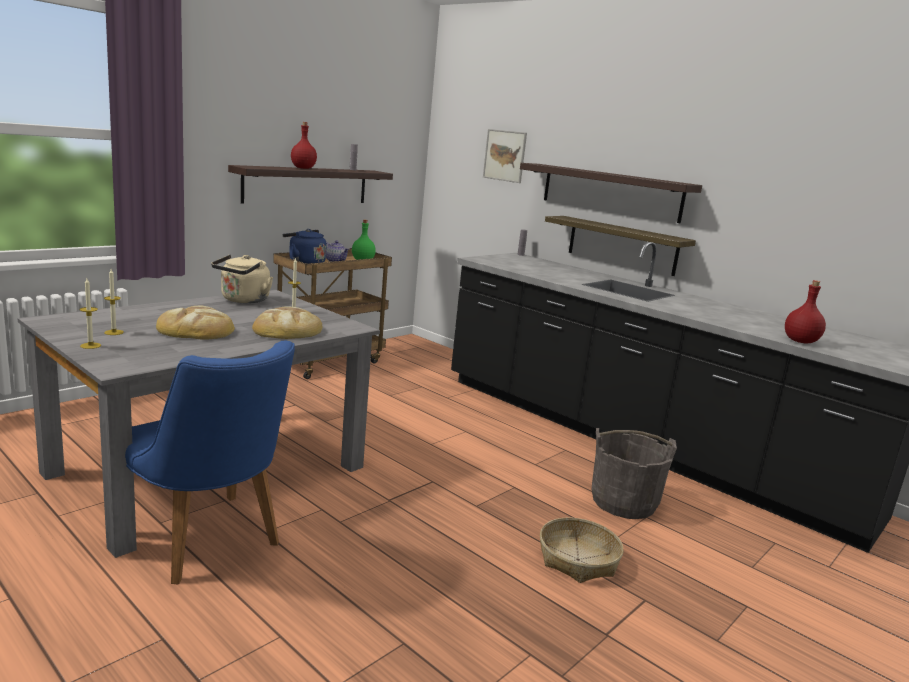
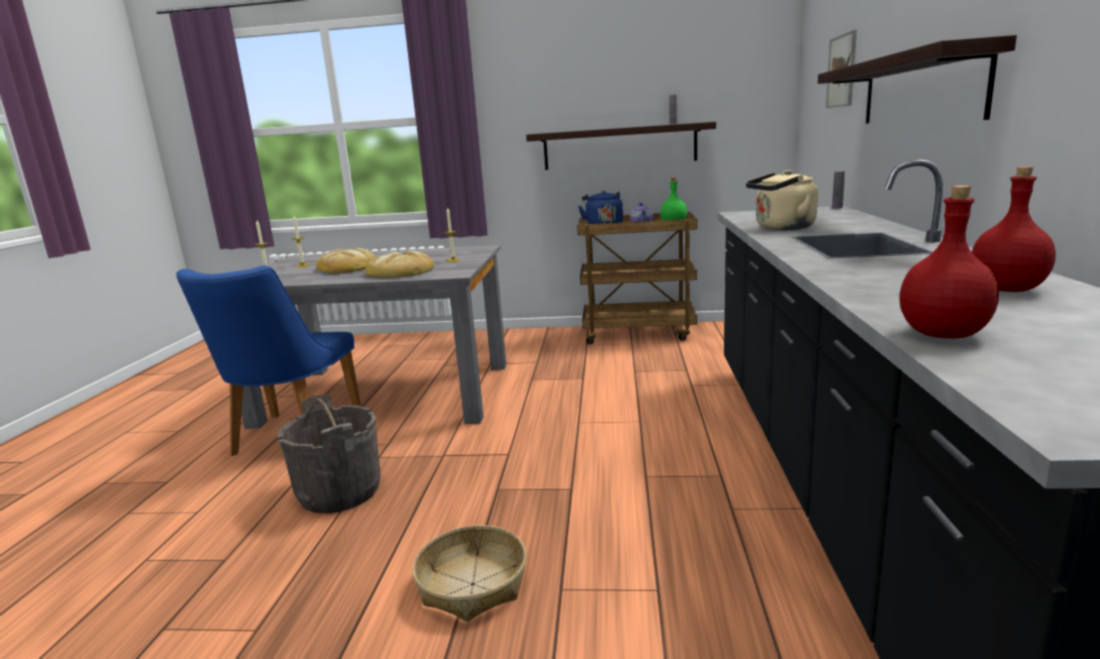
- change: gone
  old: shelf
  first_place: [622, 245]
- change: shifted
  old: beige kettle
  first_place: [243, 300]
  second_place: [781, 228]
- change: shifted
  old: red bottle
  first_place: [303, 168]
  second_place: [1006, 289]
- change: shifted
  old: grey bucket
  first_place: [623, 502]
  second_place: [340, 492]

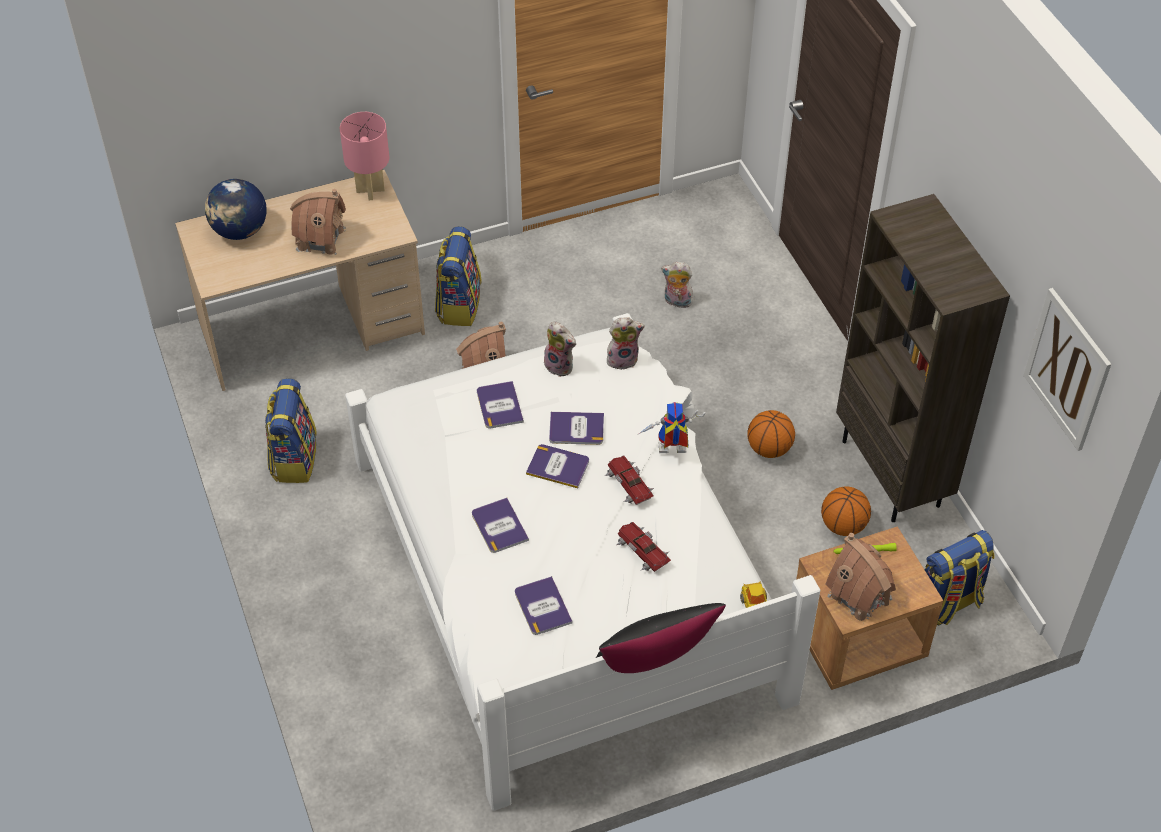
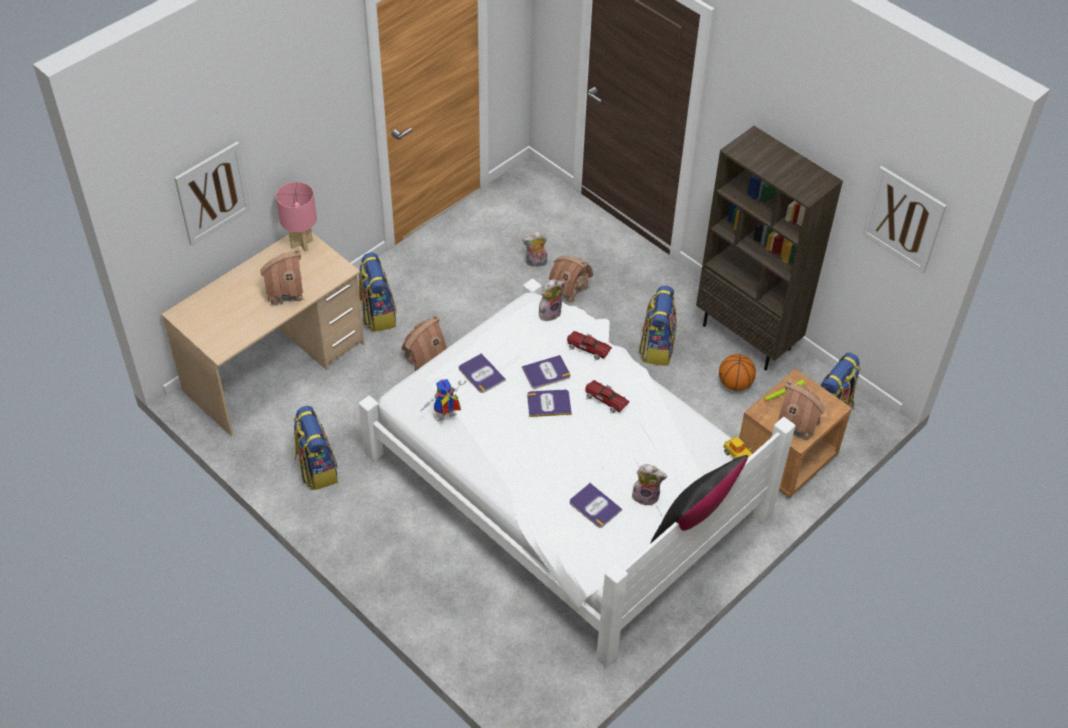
- change: gone
  old: globe
  first_place: [240, 231]
- change: gone
  old: book
  first_place: [499, 526]
- change: new
  new: picture
  second_place: [213, 193]
- change: new
  new: toy house
  second_place: [569, 289]
- change: shifted
  old: plush toy
  first_place: [560, 366]
  second_place: [646, 496]
- change: shifted
  old: toy car
  first_place: [642, 550]
  second_place: [587, 348]
- change: shifted
  old: toy robot
  first_place: [669, 452]
  second_place: [444, 418]
- change: swapped
  old: basketball
  new: backpack
  first_place: [769, 449]
  second_place: [656, 347]

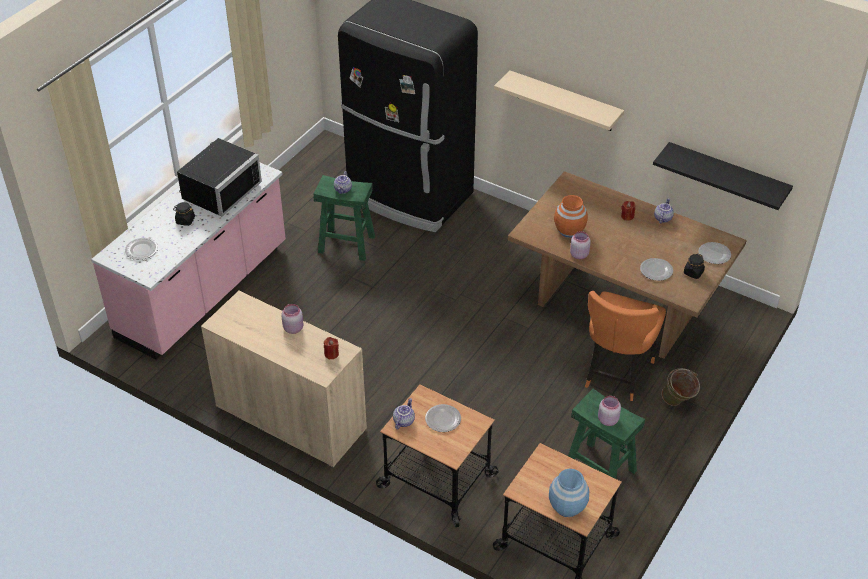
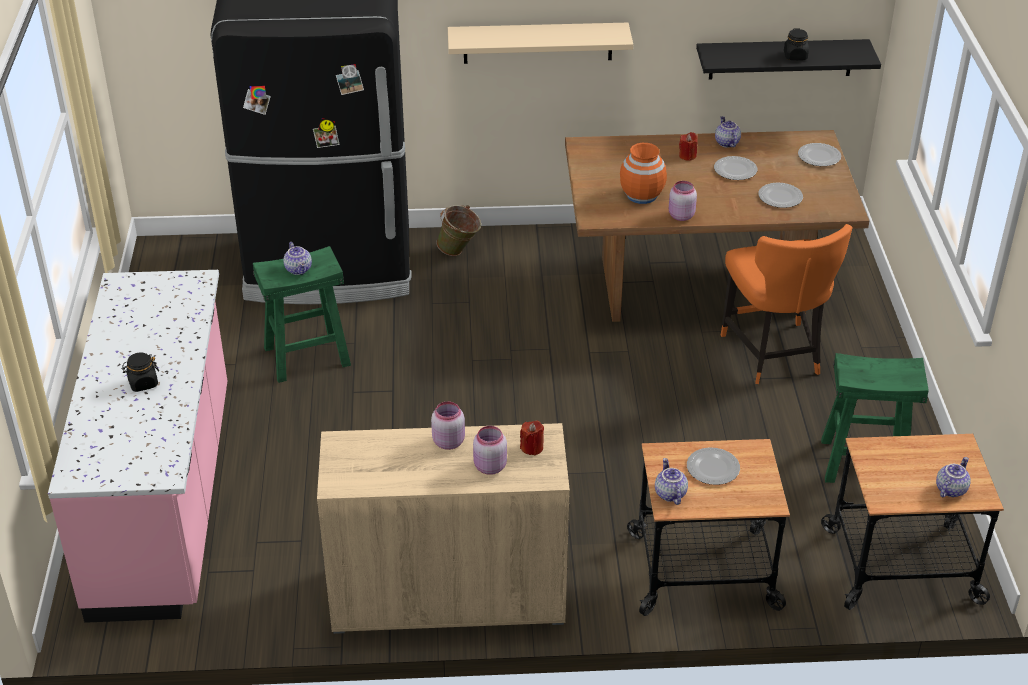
- change: gone
  old: black microwave
  first_place: [218, 189]
- change: shifted
  old: plate
  first_place: [141, 250]
  second_place: [734, 170]
- change: shifted
  old: pink jar
  first_place: [607, 420]
  second_place: [489, 467]
- change: shifted
  old: green bucket
  first_place: [677, 403]
  second_place: [459, 252]
- change: shifted
  old: black jar
  first_place: [693, 273]
  second_place: [795, 56]
- change: swapped
  old: blue vase
  new: teapot
  first_place: [567, 506]
  second_place: [950, 489]

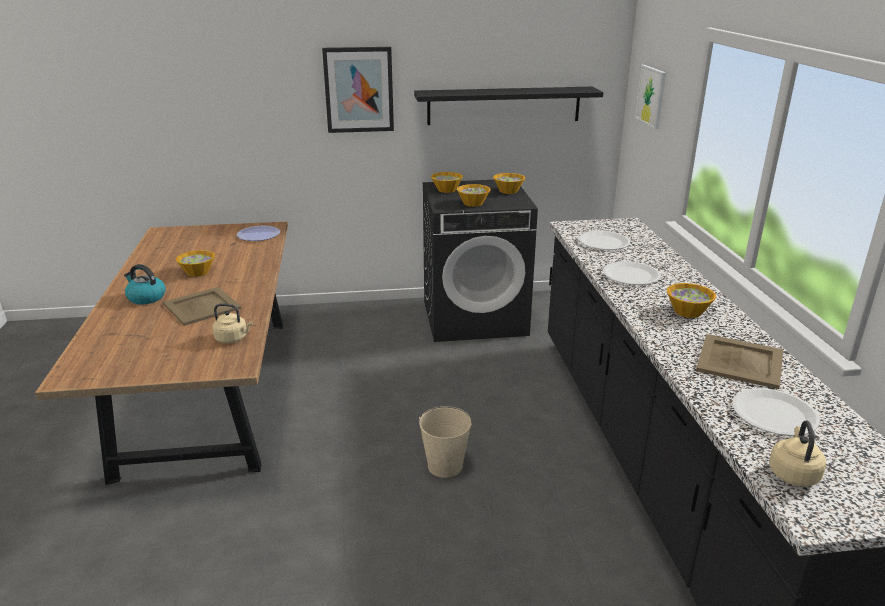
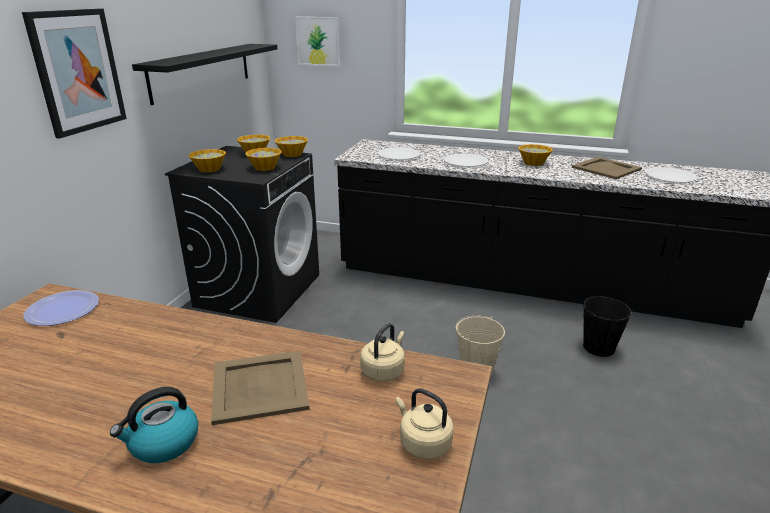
- change: new
  new: black bucket
  second_place: [599, 347]
- change: shifted
  old: bowl
  first_place: [197, 272]
  second_place: [292, 154]
- change: shifted
  old: beige kettle
  first_place: [793, 473]
  second_place: [423, 443]

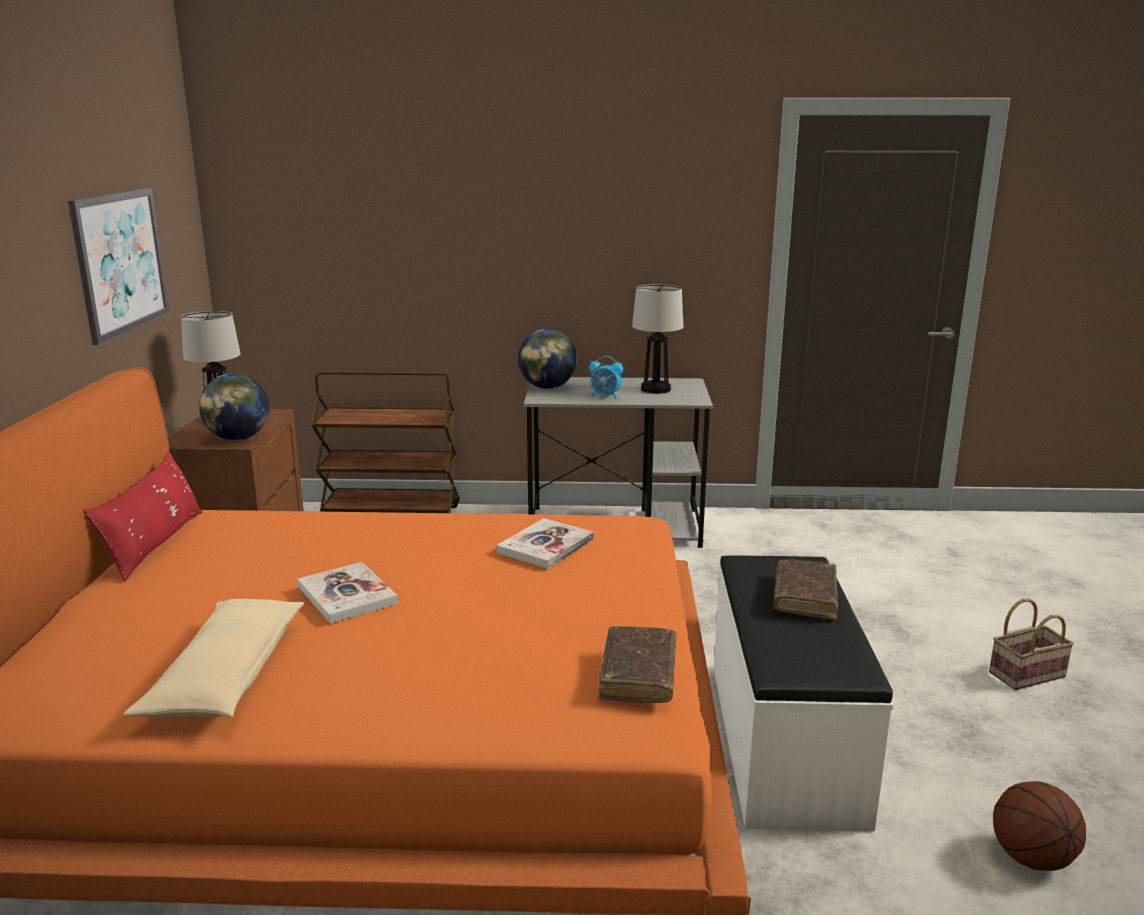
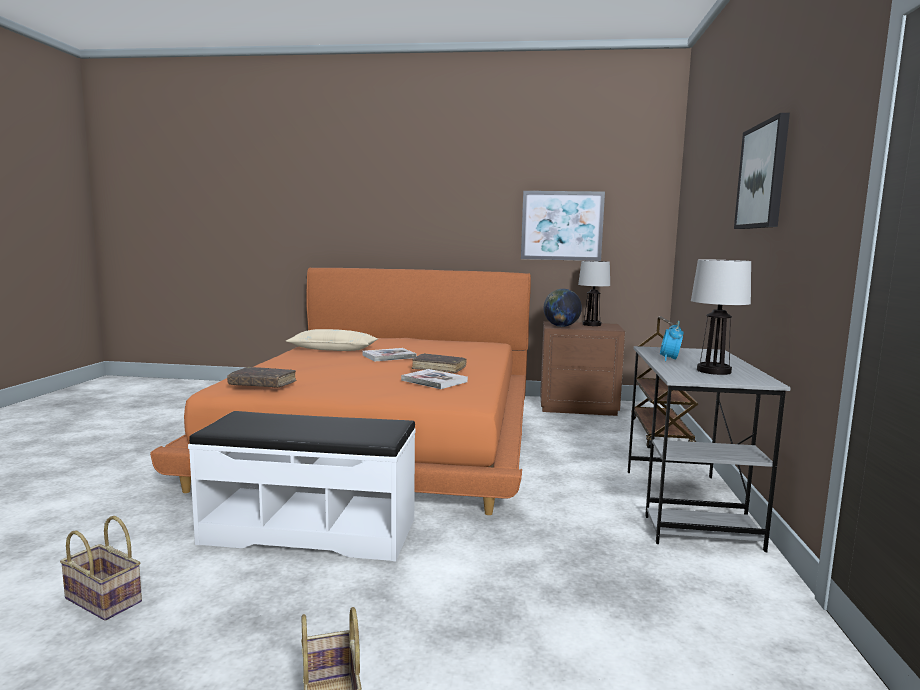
- change: gone
  old: red pillow
  first_place: [155, 544]
- change: gone
  old: globe
  first_place: [547, 388]
- change: new
  new: picture
  second_place: [763, 176]
- change: shifted
  old: brown book
  first_place: [804, 597]
  second_place: [439, 368]
- change: swapped
  old: basketball
  new: basket
  first_place: [1030, 857]
  second_place: [106, 600]

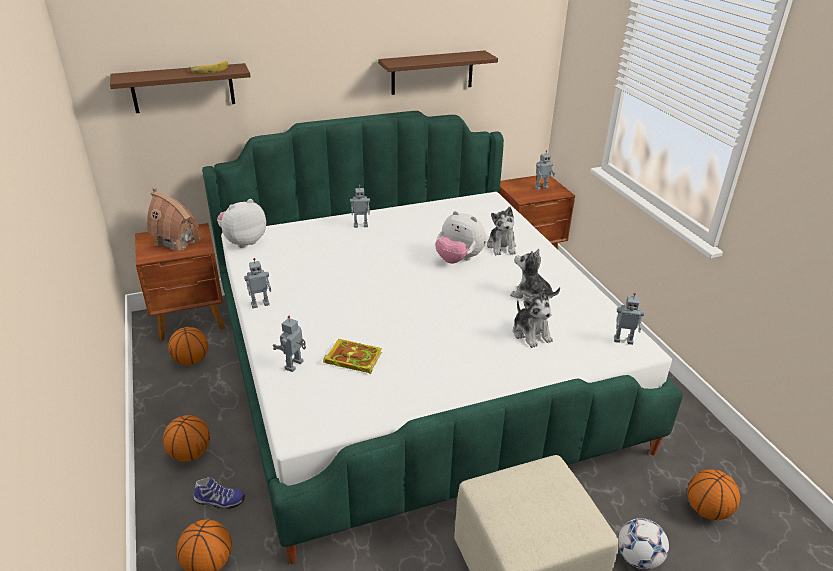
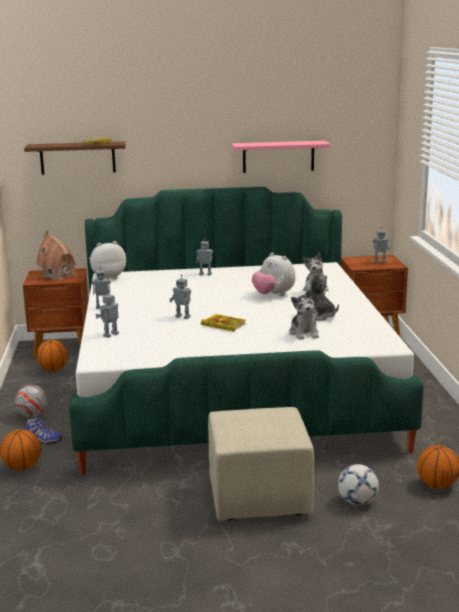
- change: shifted
  old: book
  first_place: [352, 358]
  second_place: [222, 325]
- change: shifted
  old: toy robot
  first_place: [623, 340]
  second_place: [183, 316]
- change: swapped
  old: basketball
  new: football
  first_place: [190, 453]
  second_place: [32, 416]
- change: repainted
  old: brown shelf
  new: pink shelf
  first_place: [432, 72]
  second_place: [278, 156]

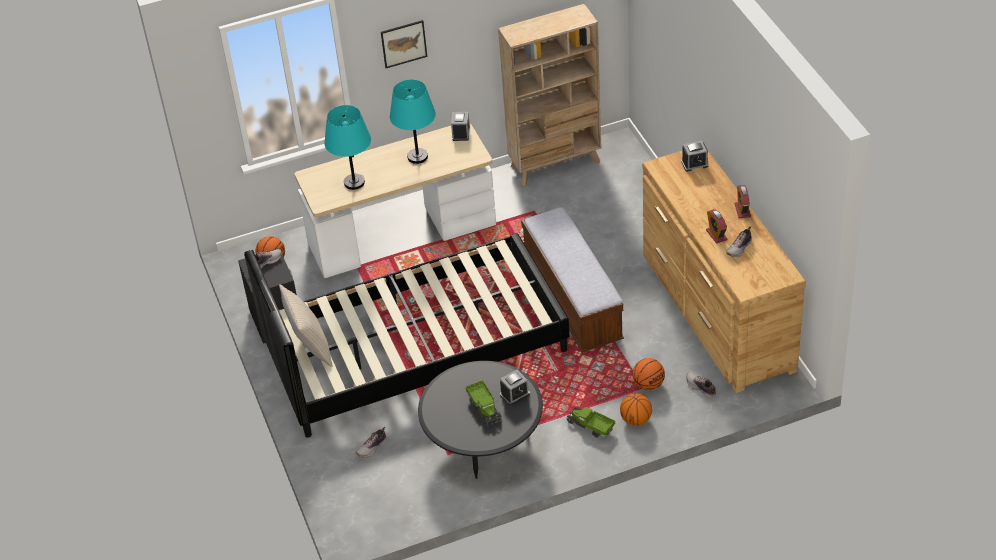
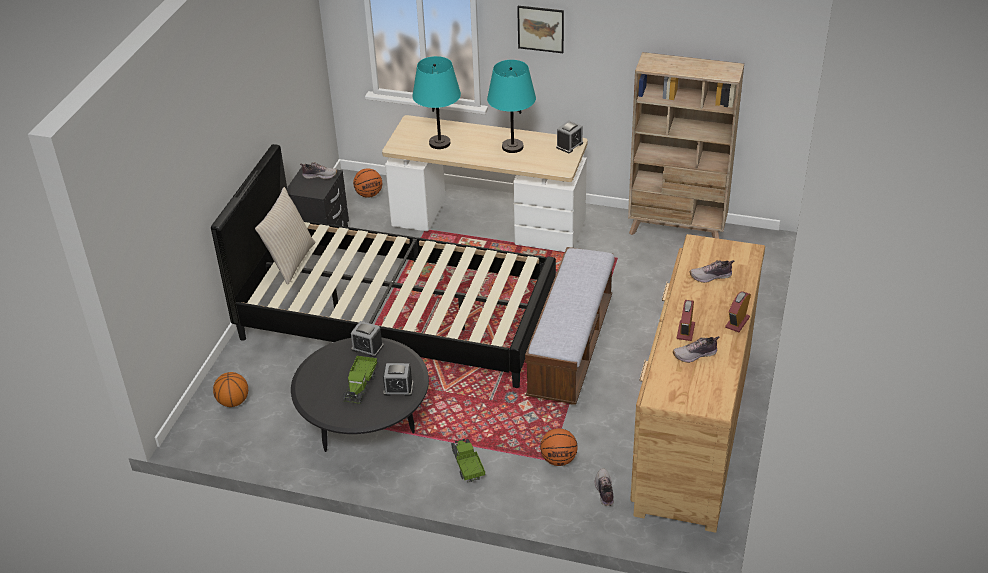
- change: shifted
  old: shoe
  first_place: [372, 447]
  second_place: [711, 276]
- change: shifted
  old: basketball
  first_place: [636, 420]
  second_place: [233, 402]
- change: shifted
  old: alarm clock
  first_place: [694, 164]
  second_place: [367, 348]

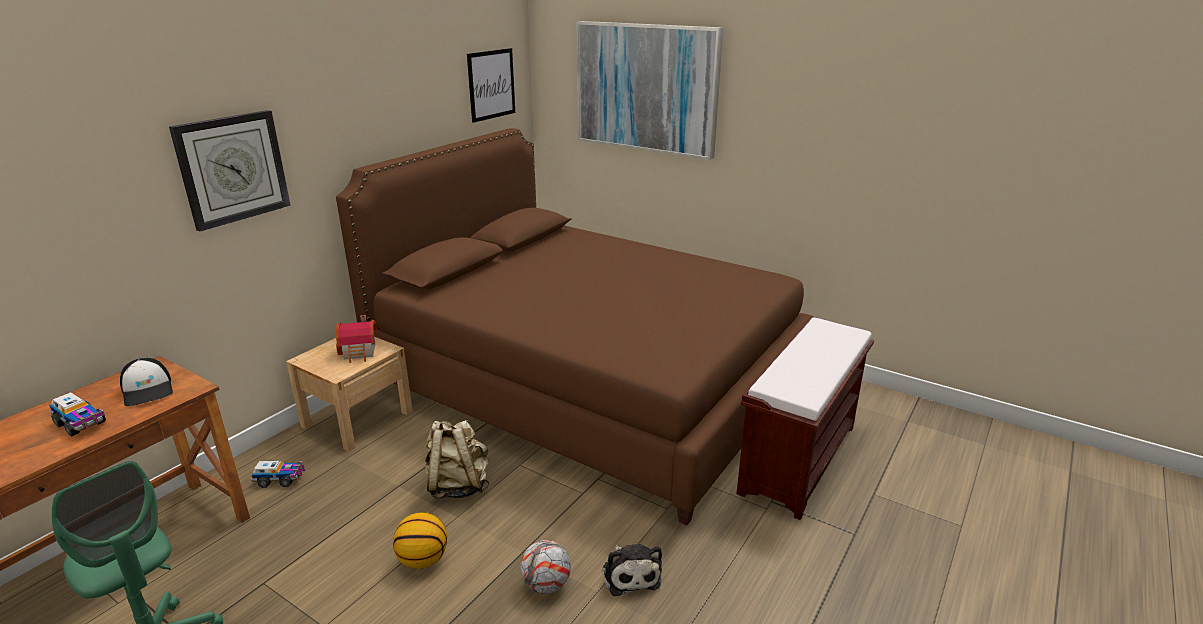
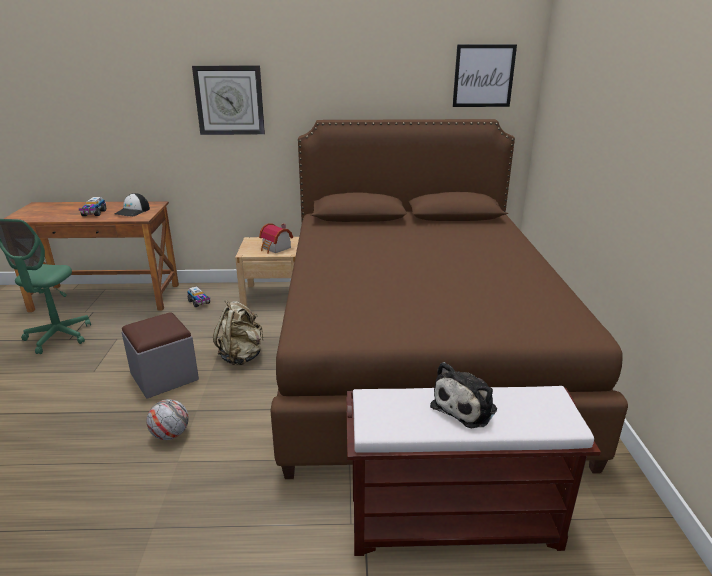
- change: gone
  old: picture
  first_place: [646, 88]
- change: shifted
  old: plush toy
  first_place: [631, 574]
  second_place: [466, 407]
- change: swapped
  old: basketball
  new: grey ottoman
  first_place: [423, 560]
  second_place: [164, 377]

